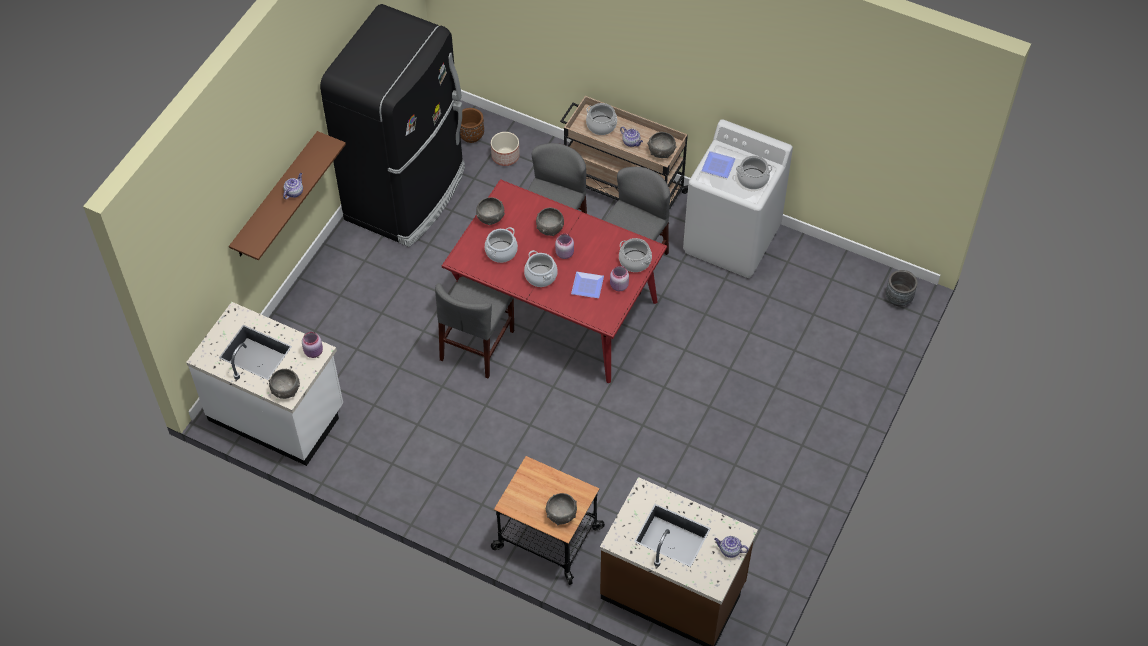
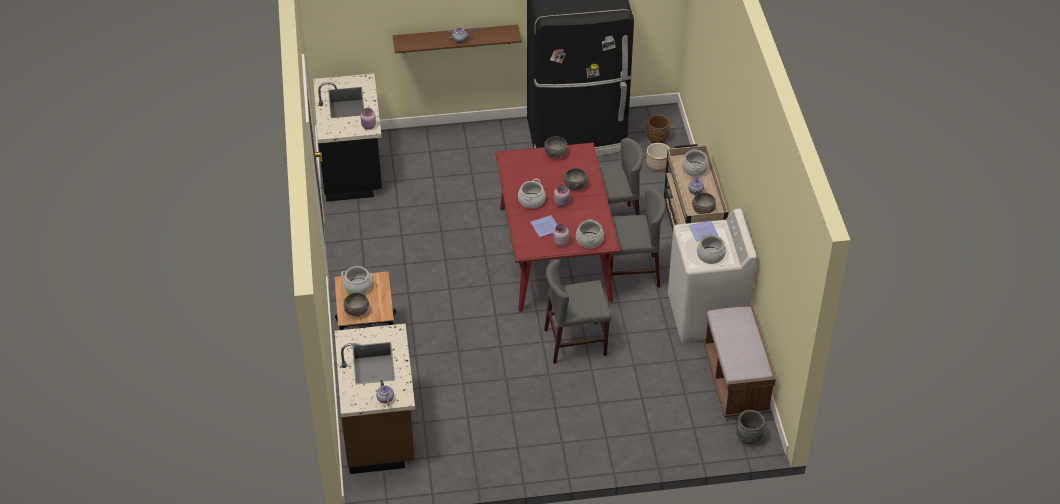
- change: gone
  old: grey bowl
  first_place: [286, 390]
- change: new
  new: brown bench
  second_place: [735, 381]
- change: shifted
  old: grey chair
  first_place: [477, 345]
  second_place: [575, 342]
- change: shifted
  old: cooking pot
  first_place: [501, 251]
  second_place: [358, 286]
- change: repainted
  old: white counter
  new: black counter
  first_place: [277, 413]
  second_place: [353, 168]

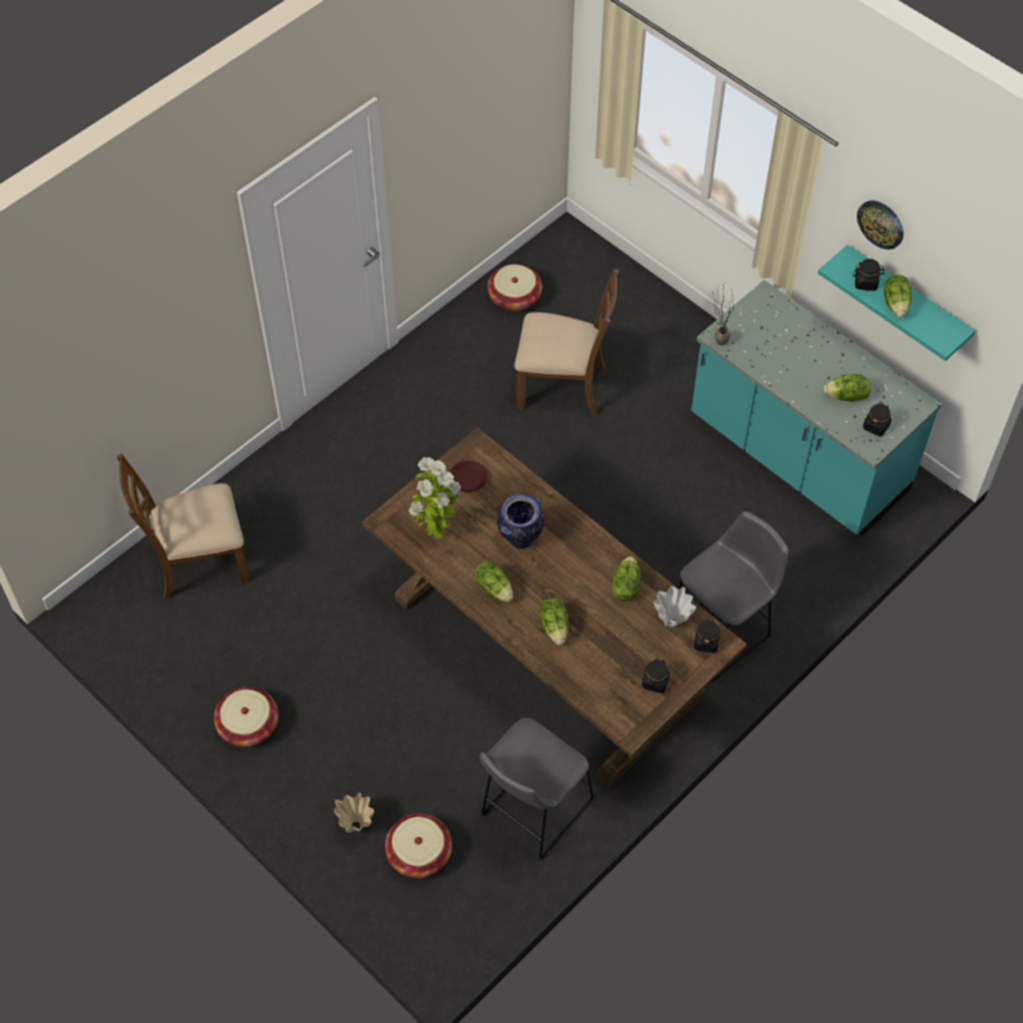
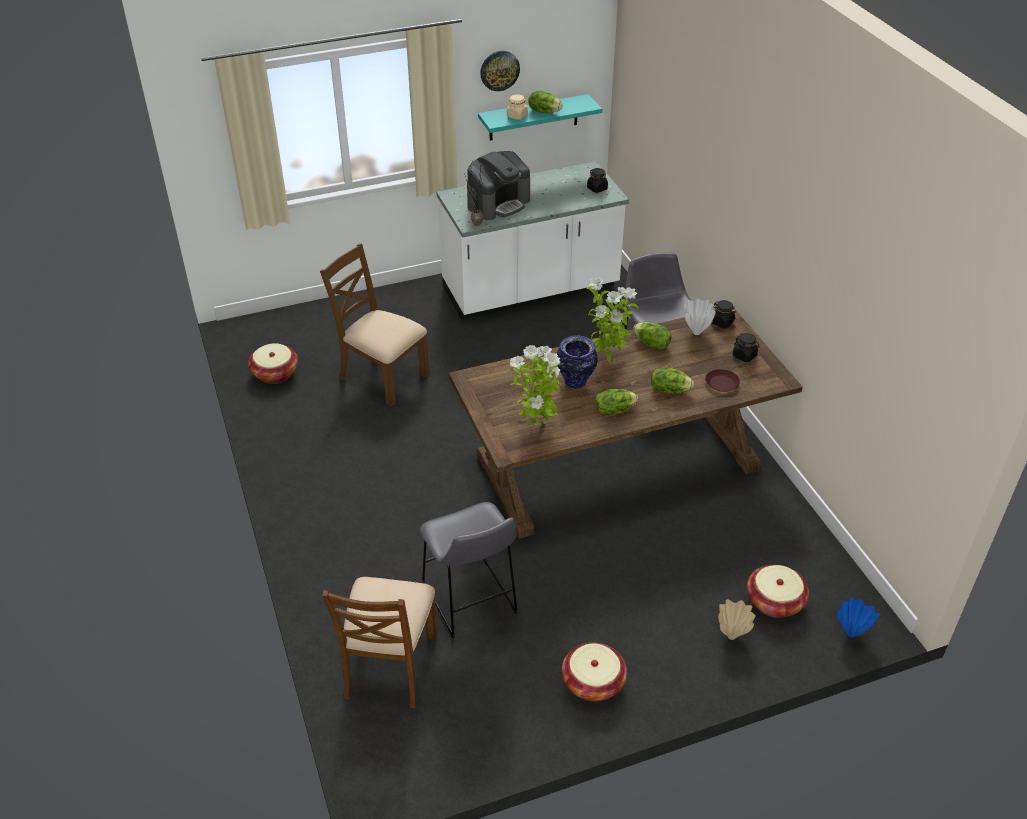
- change: gone
  old: lettuce
  first_place: [847, 396]
- change: new
  new: coffee machine
  second_place: [498, 203]
- change: new
  new: potted plant
  second_place: [607, 358]
- change: new
  new: blue vase
  second_place: [850, 633]
- change: shifted
  old: brown plate
  first_place: [468, 479]
  second_place: [722, 383]
- change: shifted
  old: grey stool
  first_place: [532, 811]
  second_place: [470, 602]
- change: repainted
  old: turquoise counter
  new: white counter
  first_place: [797, 456]
  second_place: [531, 290]
- change: repainted
  old: black jar
  new: beige jar
  first_place: [866, 283]
  second_place: [517, 116]
- change: rotated
  old: brown chair
  first_place: [562, 386]
  second_place: [382, 376]
  degrees: -90

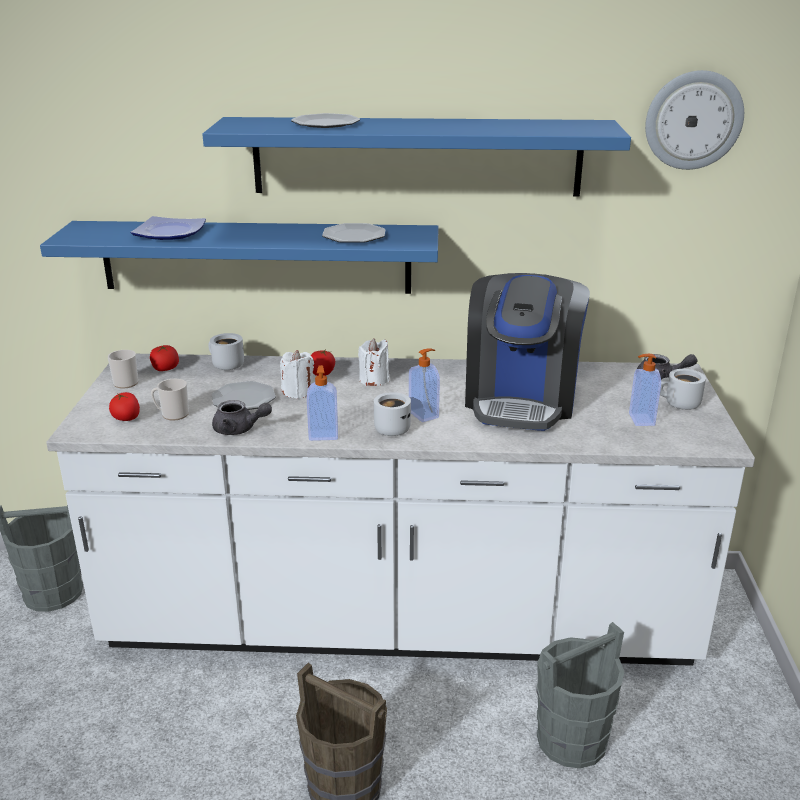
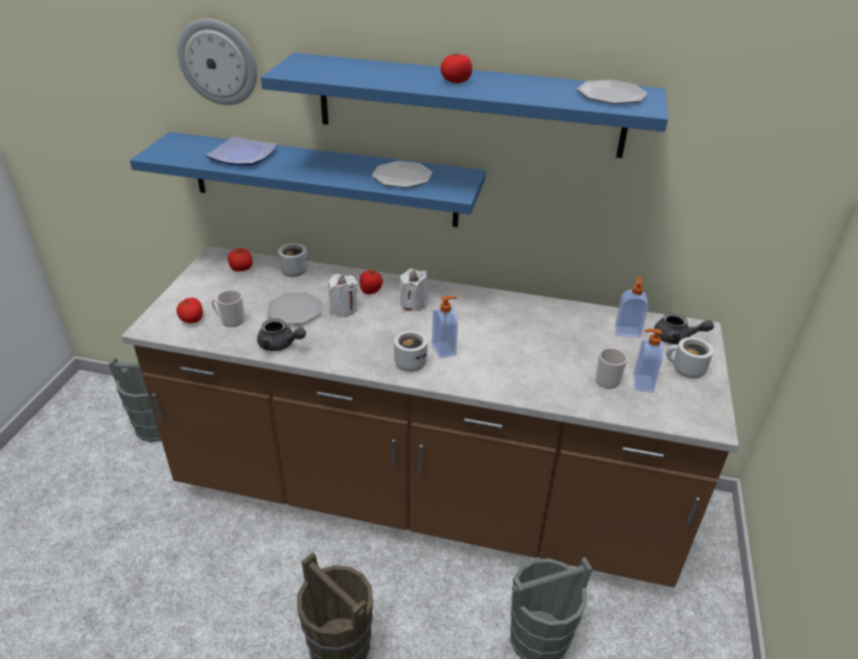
- change: gone
  old: coffee machine
  first_place: [521, 399]
- change: new
  new: tomato
  second_place: [455, 81]
- change: shifted
  old: mug
  first_place: [126, 382]
  second_place: [607, 378]
- change: shifted
  old: plate
  first_place: [326, 124]
  second_place: [611, 95]
- change: shifted
  old: soap dispenser
  first_place: [323, 435]
  second_place: [627, 331]
- change: shifted
  old: wall clock
  first_place: [693, 120]
  second_place: [218, 62]
- change: repainted
  old: white counter
  new: brown counter
  first_place: [400, 619]
  second_place: [424, 495]

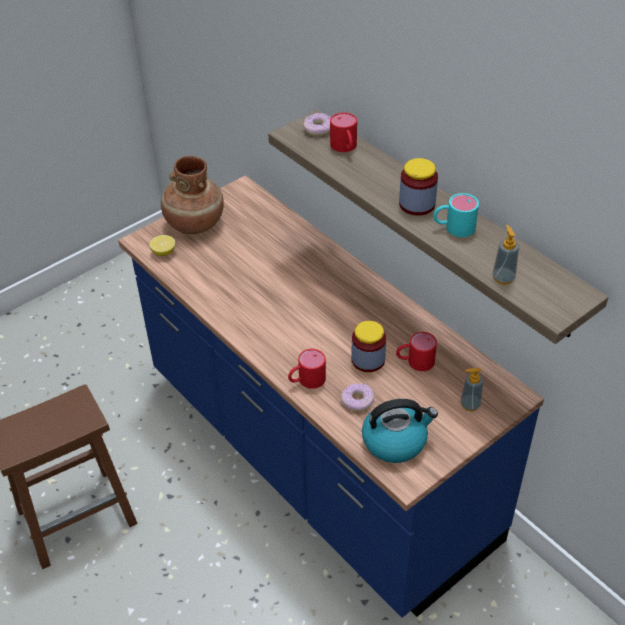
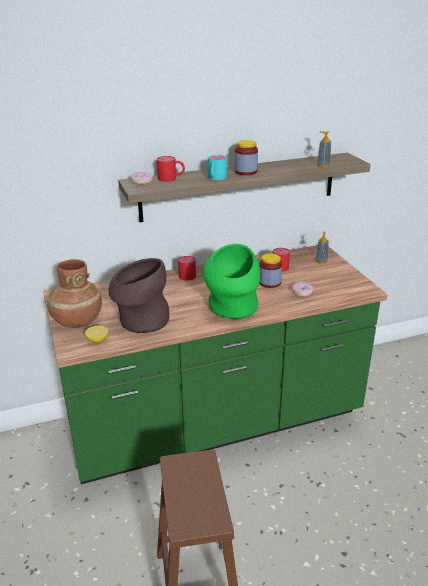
- change: gone
  old: kettle
  first_place: [395, 441]
- change: new
  new: brown vase
  second_place: [140, 320]
- change: new
  new: green vase
  second_place: [232, 310]
- change: shifted
  old: red mug
  first_place: [306, 380]
  second_place: [187, 278]
- change: shifted
  old: turquoise mug
  first_place: [453, 227]
  second_place: [215, 178]
- change: repainted
  old: blue counter
  new: green counter
  first_place: [315, 457]
  second_place: [215, 423]

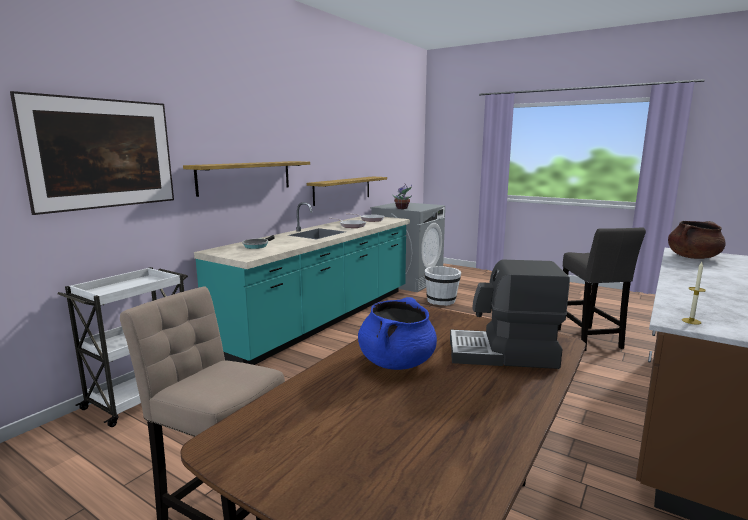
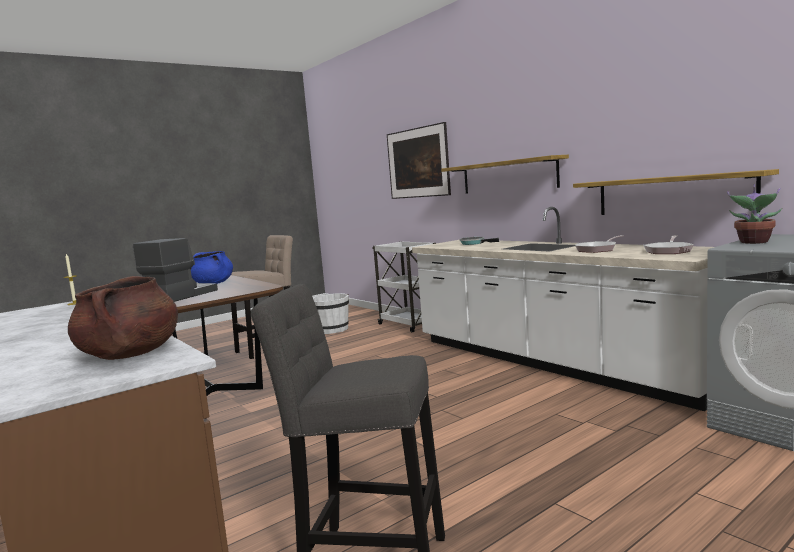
- change: shifted
  old: white bucket
  first_place: [441, 301]
  second_place: [332, 330]
- change: repainted
  old: turquoise counter
  new: white counter
  first_place: [324, 319]
  second_place: [550, 362]

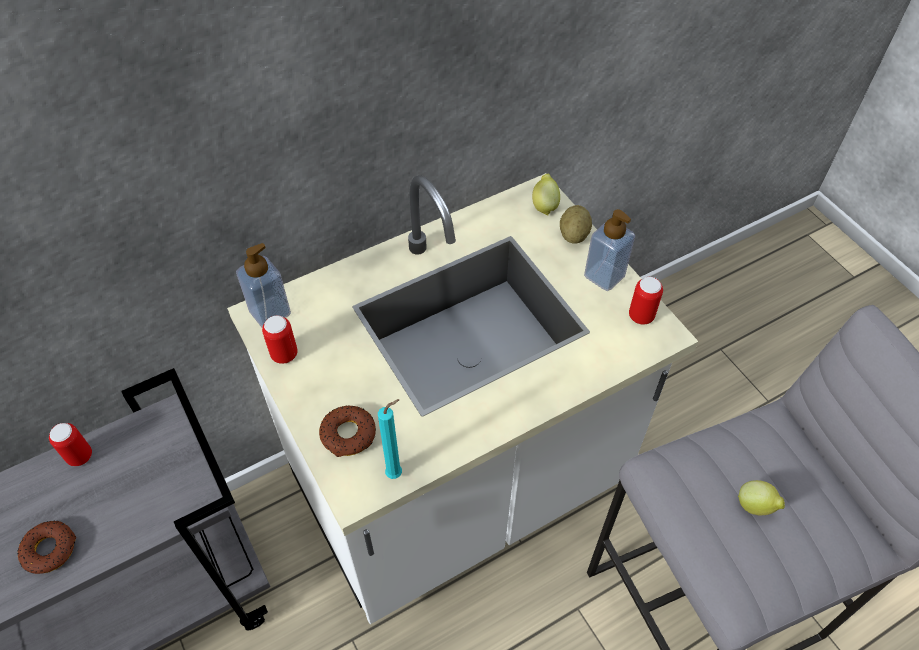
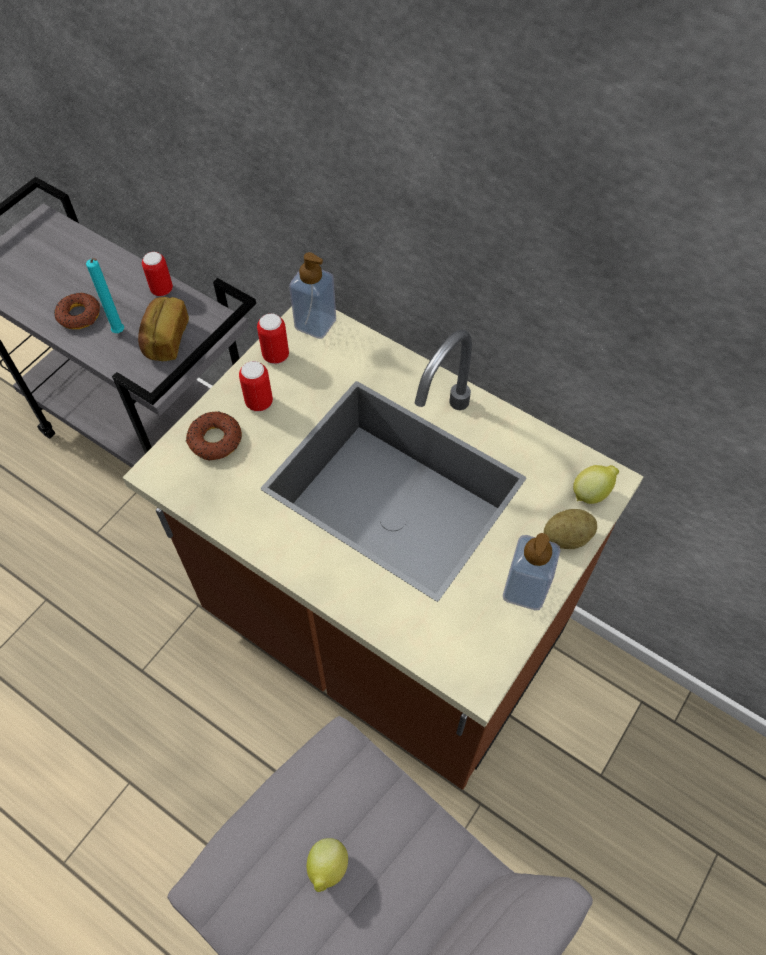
- change: new
  new: bread
  second_place: [165, 339]
- change: shifted
  old: turquoise candle
  first_place: [396, 473]
  second_place: [120, 333]
- change: shifted
  old: can
  first_place: [641, 316]
  second_place: [259, 402]
- change: repainted
  old: white counter
  new: brown counter
  first_place: [459, 487]
  second_place: [383, 629]

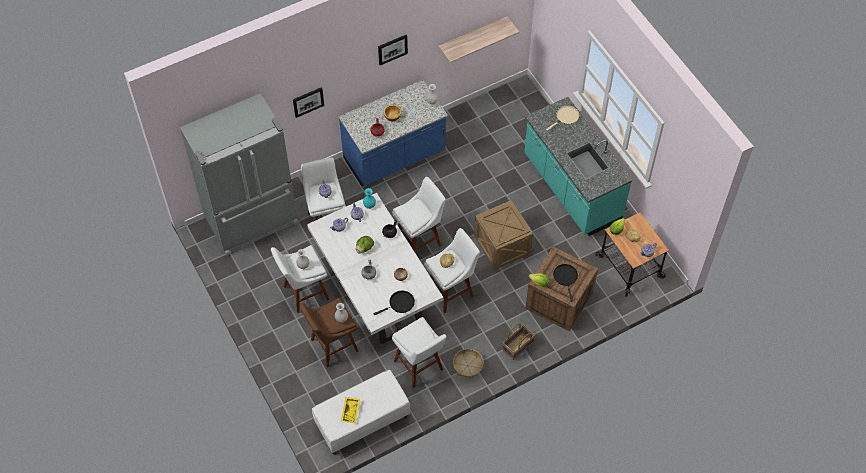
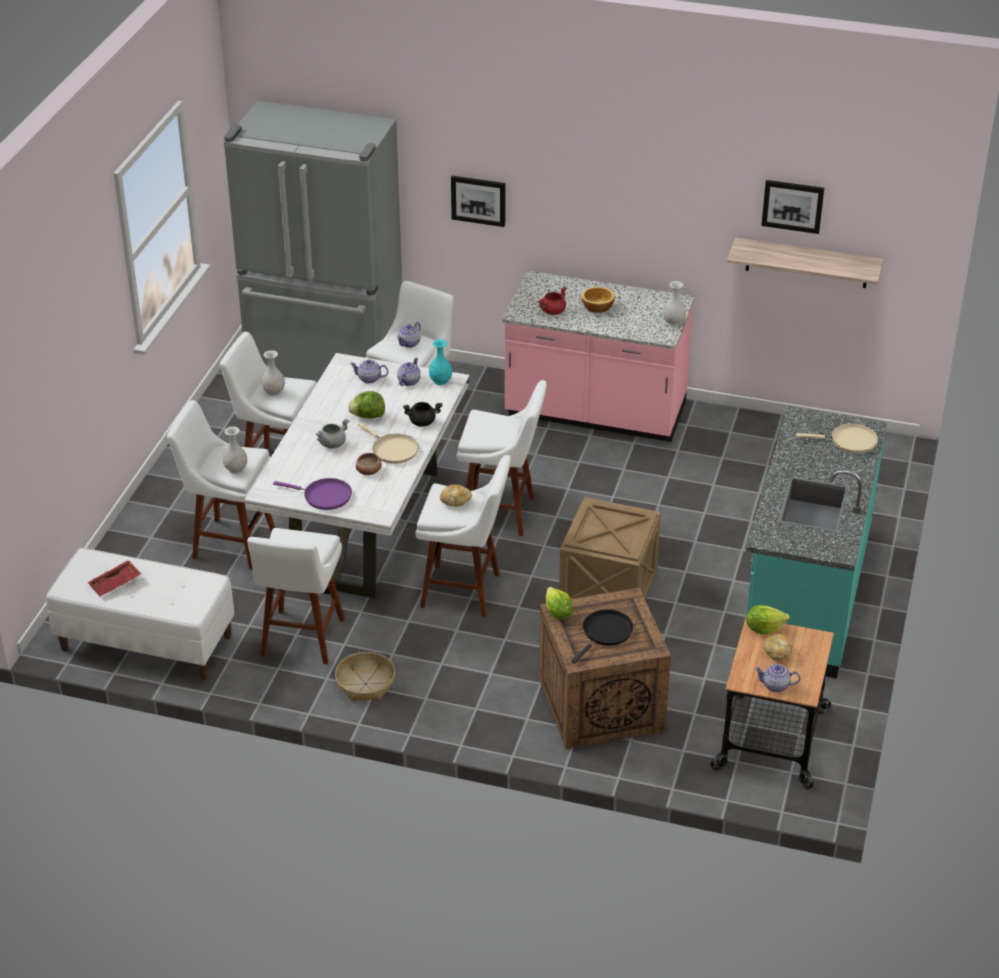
- change: gone
  old: basket
  first_place: [518, 346]
- change: new
  new: beige frying pan
  second_place: [392, 450]
- change: shifted
  old: picture
  first_place: [392, 49]
  second_place: [792, 205]
- change: repainted
  old: brown stool
  new: white stool
  first_place: [332, 346]
  second_place: [229, 543]
- change: repainted
  old: blue counter
  new: pink counter
  first_place: [394, 157]
  second_place: [595, 412]
- change: repainted
  old: yellow tray
  new: red tray
  first_place: [351, 411]
  second_place: [115, 584]
- change: repainted
  old: black frying pan
  new: purple frying pan
  first_place: [400, 304]
  second_place: [324, 496]

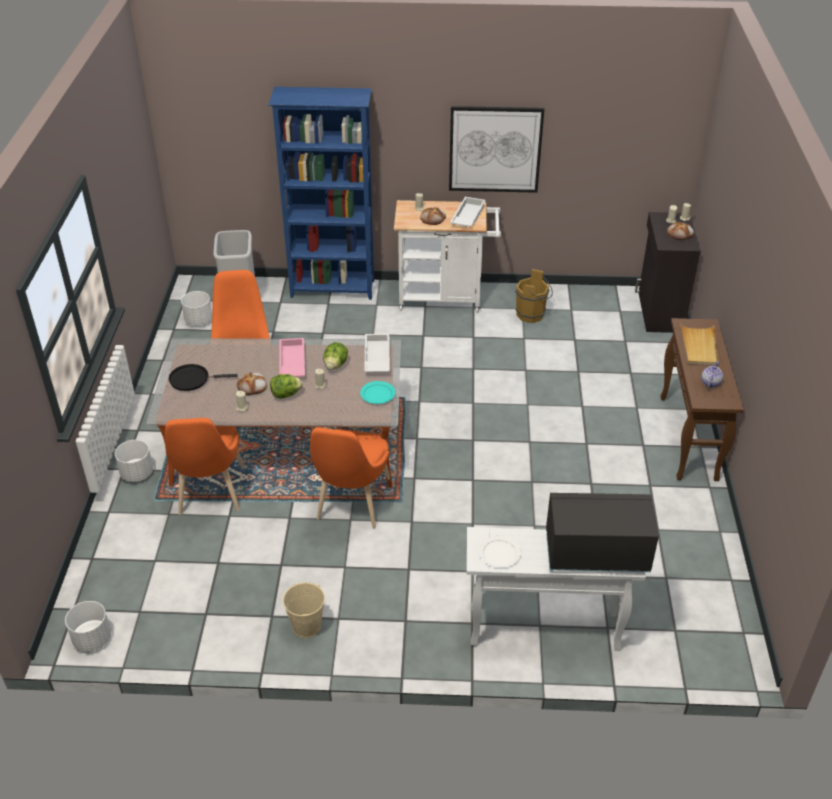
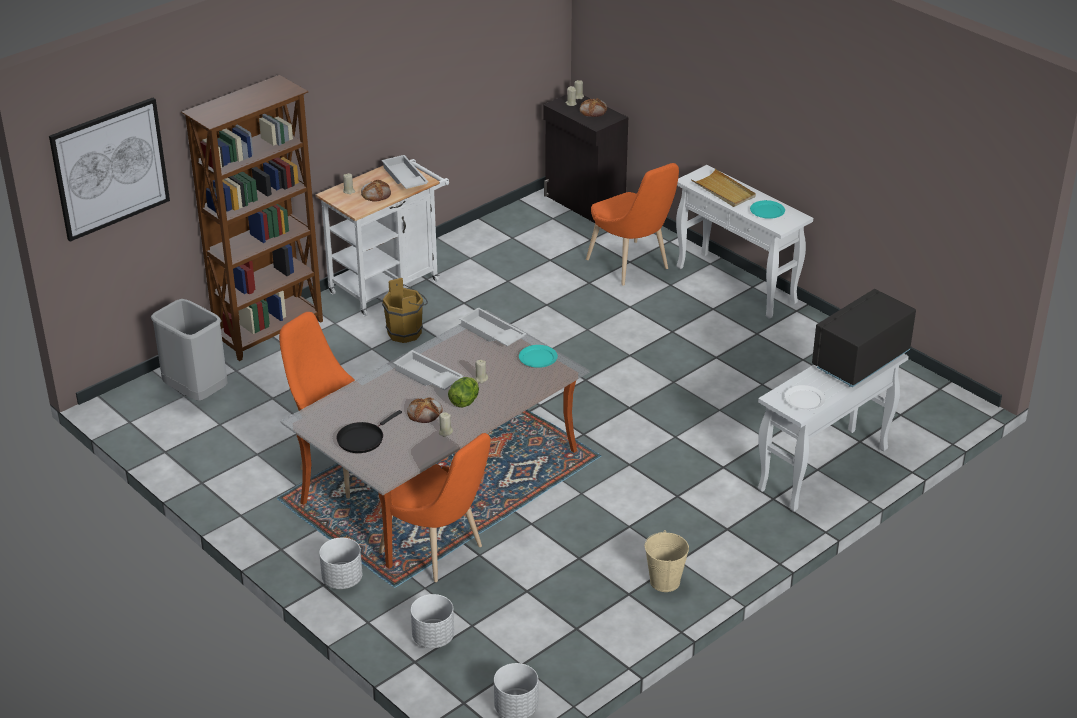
- change: gone
  old: lettuce
  first_place: [335, 365]
- change: shifted
  old: white planter
  first_place: [198, 320]
  second_place: [433, 638]
- change: shifted
  old: orange chair
  first_place: [351, 505]
  second_place: [631, 266]
- change: shifted
  old: picture
  first_place: [495, 149]
  second_place: [110, 168]
- change: shifted
  old: brown bucket
  first_place: [532, 315]
  second_place: [407, 332]
- change: swapped
  old: teapot
  new: turquoise plate
  first_place: [710, 382]
  second_place: [767, 211]
- change: repainted
  old: blue bookcase
  new: brown bookcase
  first_place: [333, 289]
  second_place: [271, 332]
- change: repainted
  old: pink tray
  new: white tray
  first_place: [291, 363]
  second_place: [427, 377]
- change: repainted
  old: brown console table
  new: white console table
  first_place: [688, 438]
  second_place: [737, 285]

